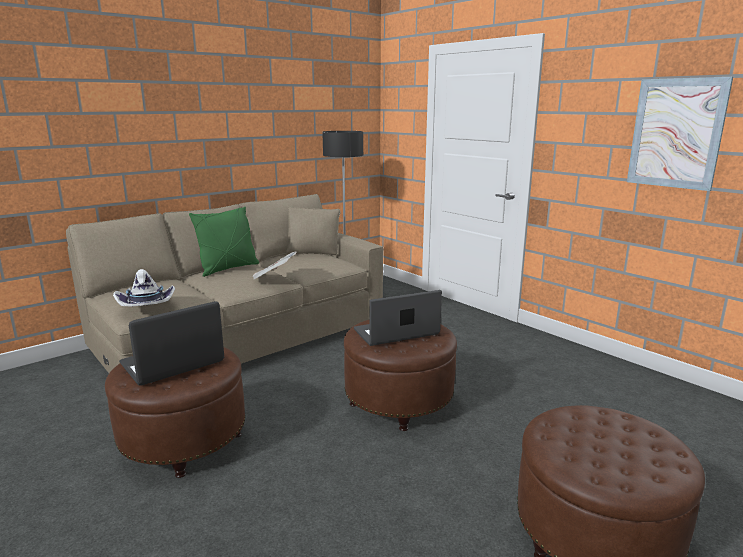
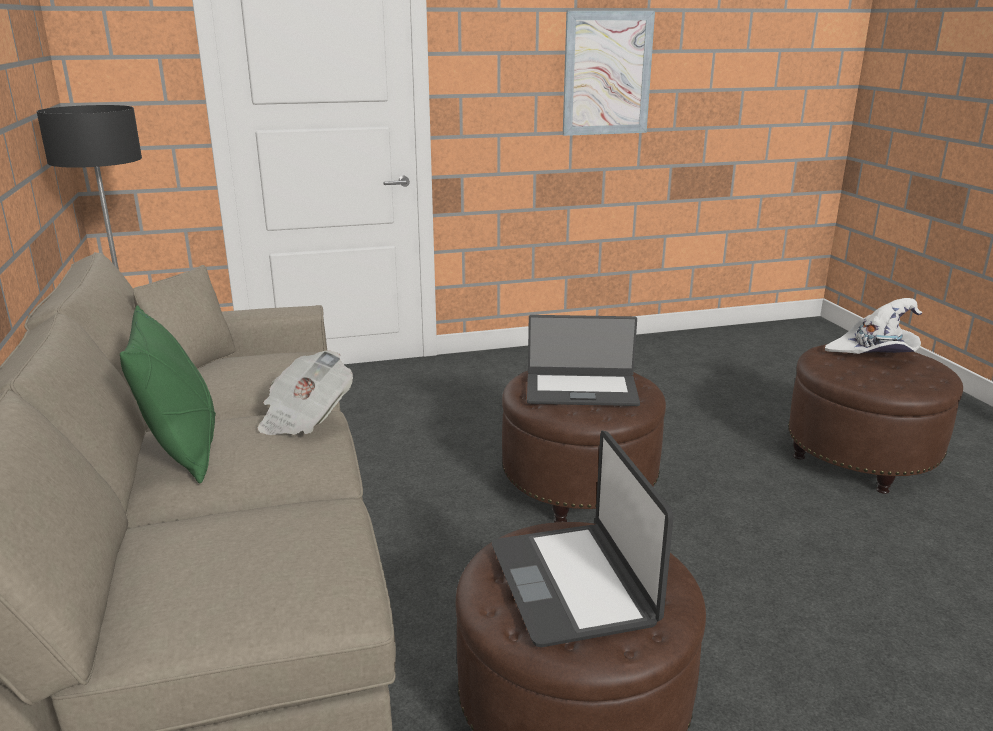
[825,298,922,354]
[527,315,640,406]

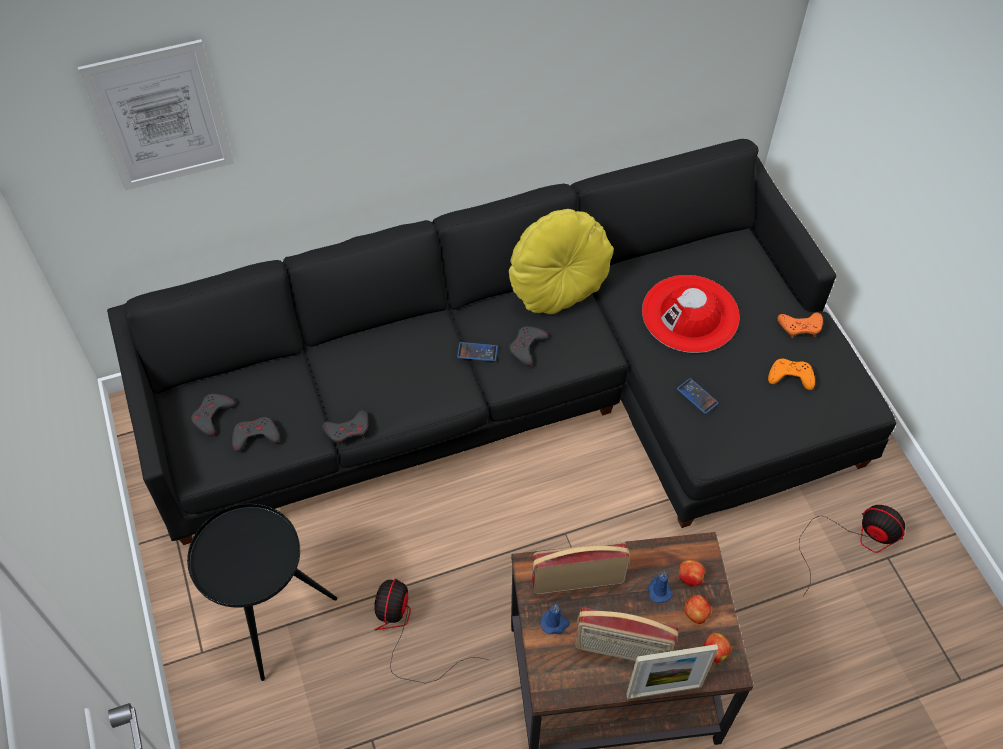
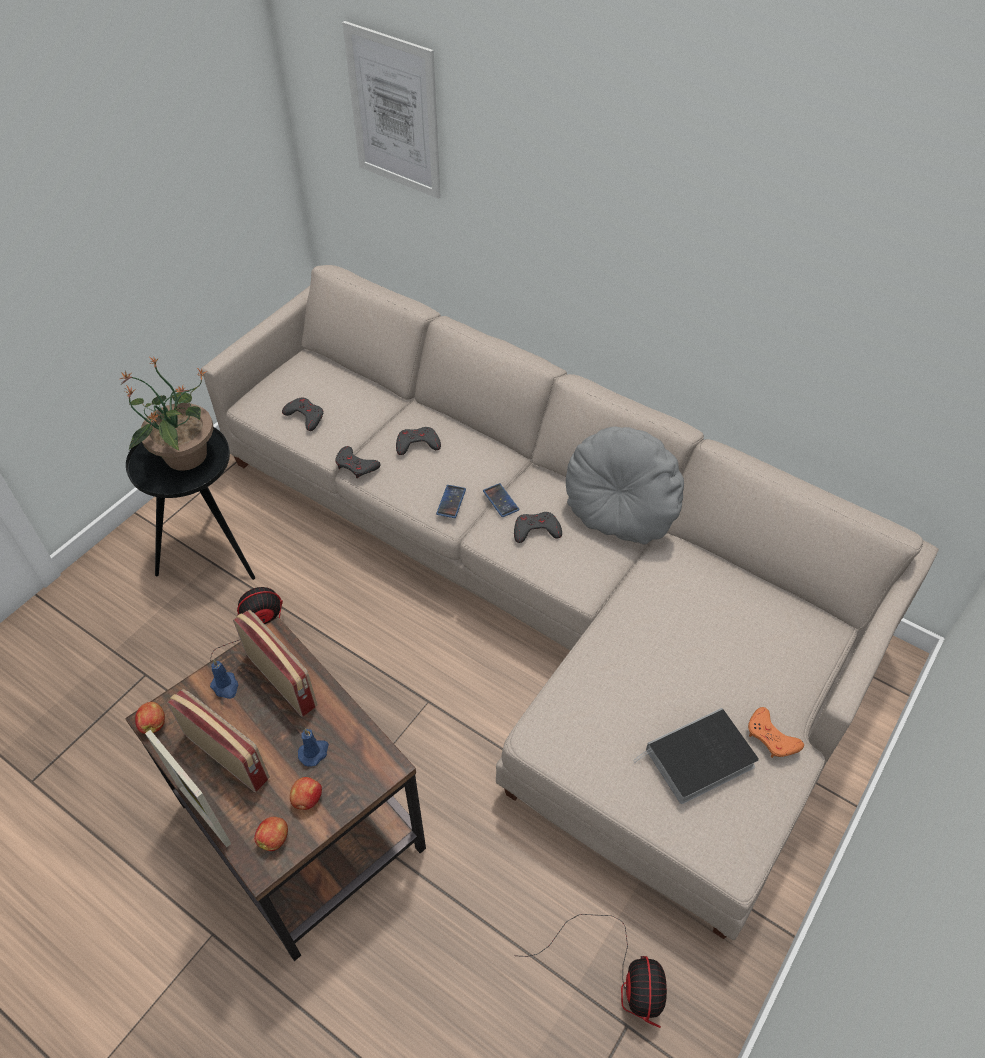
[642,275,740,353] (first image)
[121,356,213,471]
[396,427,441,455]
[436,485,466,518]
[135,702,165,734]
[633,708,759,804]
[202,265,939,940]
[566,427,684,545]
[167,689,270,792]

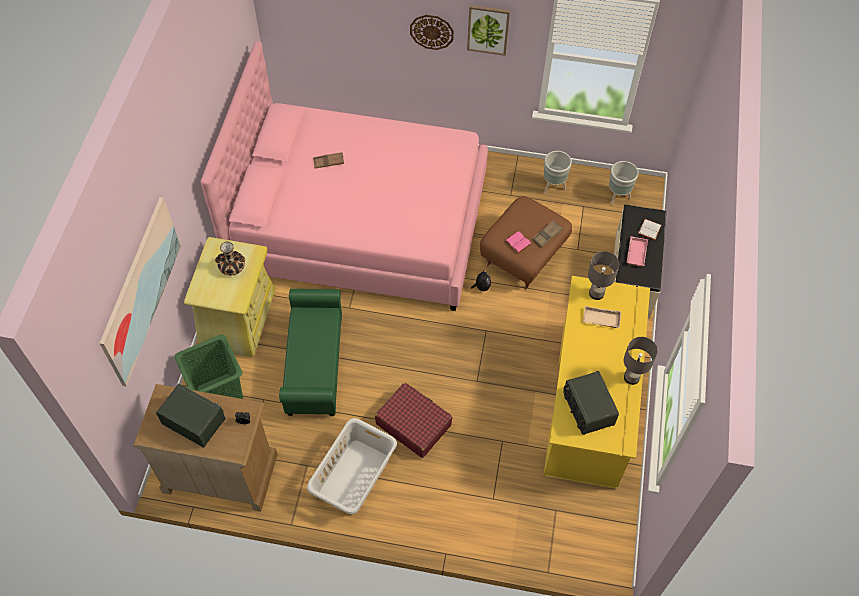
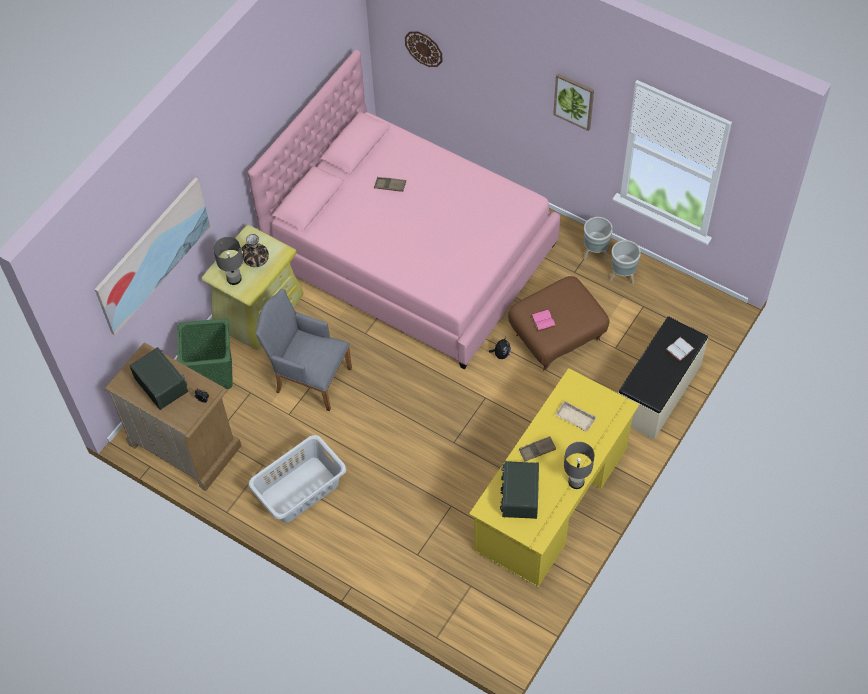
[375,383,453,458] (first image)
[626,236,648,267] (first image)
[405,31,442,67]
[519,436,556,462]
[213,237,243,285]
[584,217,613,259]
[256,289,352,412]

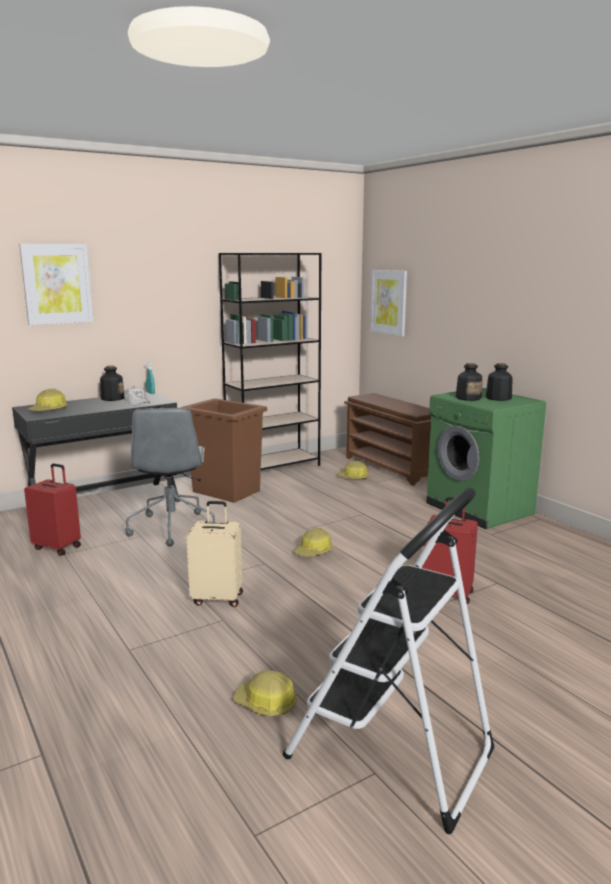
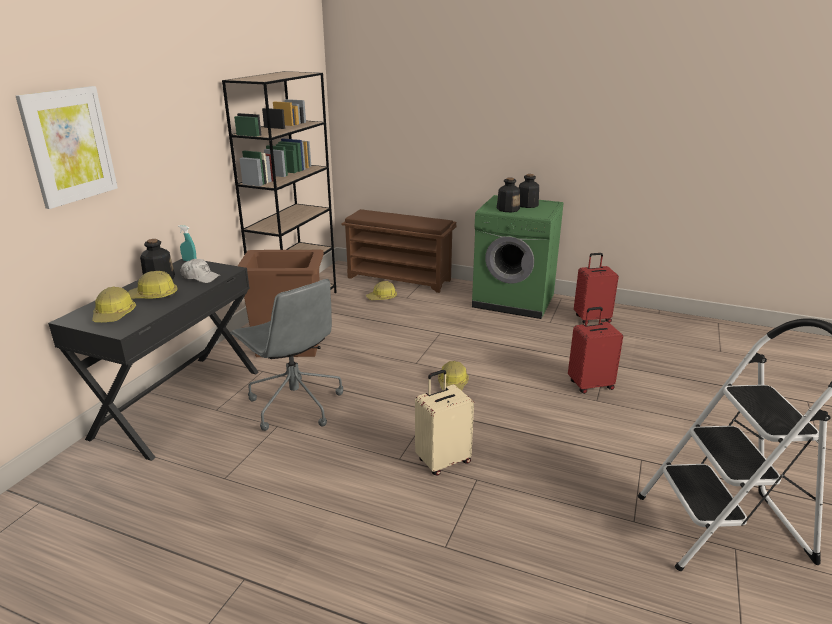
[370,270,407,336] (first image)
[574,253,619,324]
[128,271,178,299]

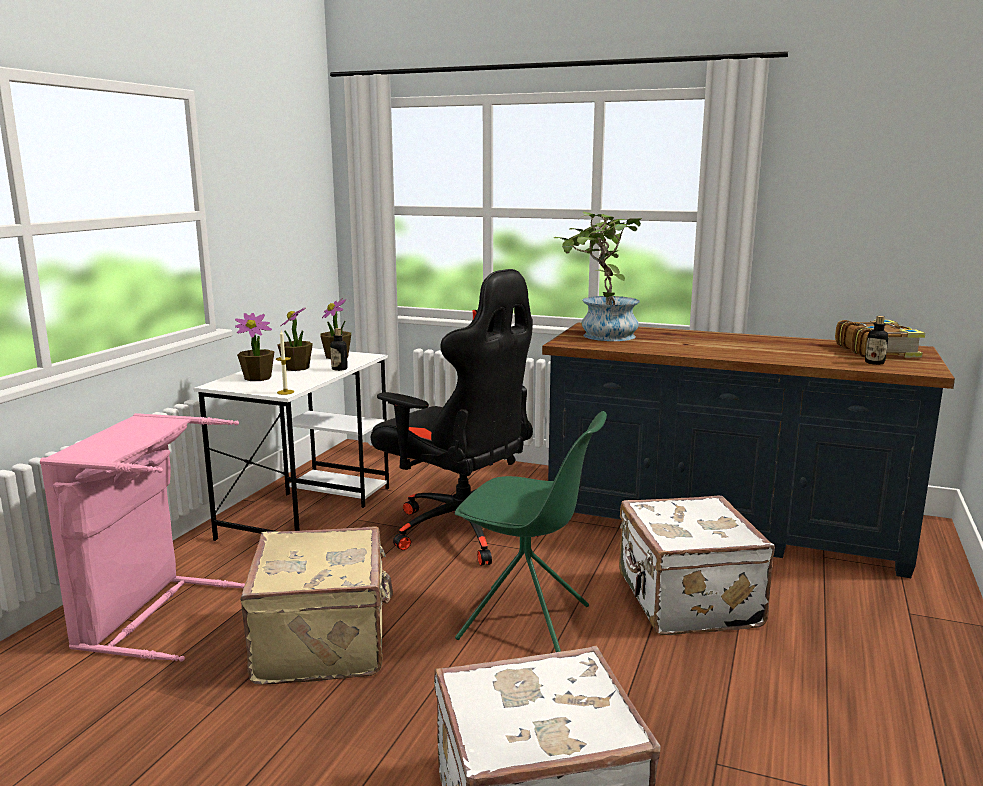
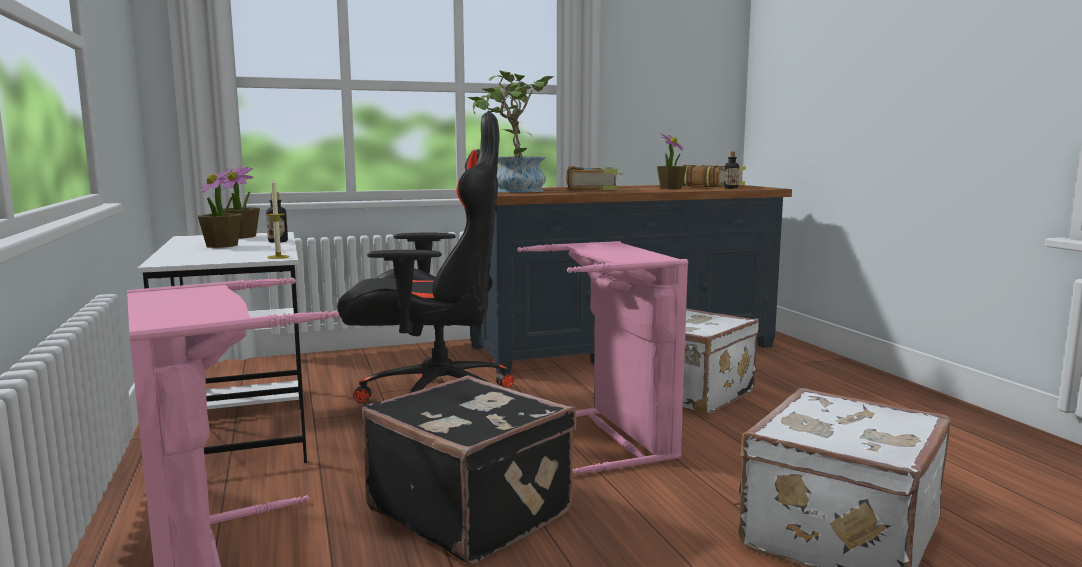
[567,166,626,191]
[657,134,687,189]
[517,241,688,474]
[362,375,576,564]

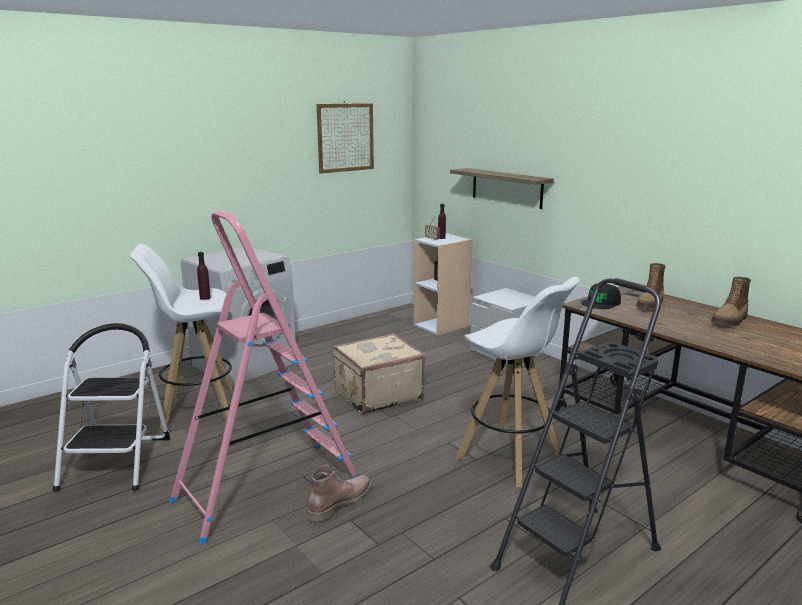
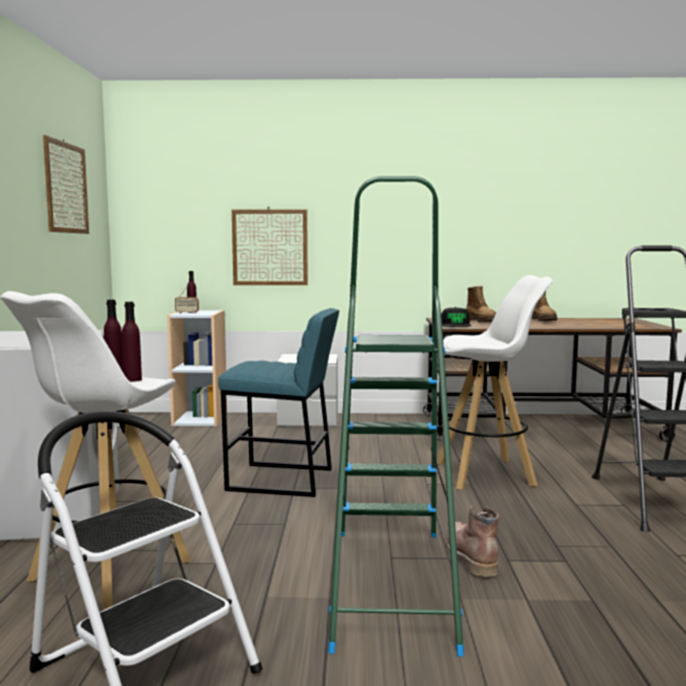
[122,302,142,382]
[218,308,339,497]
[232,207,308,285]
[328,176,464,657]

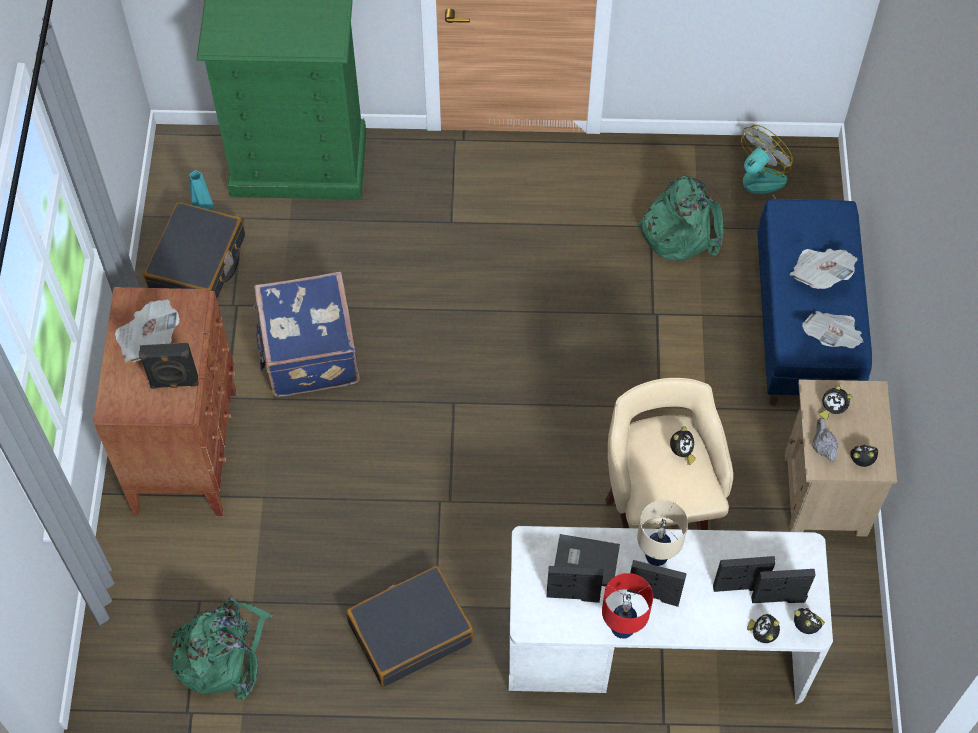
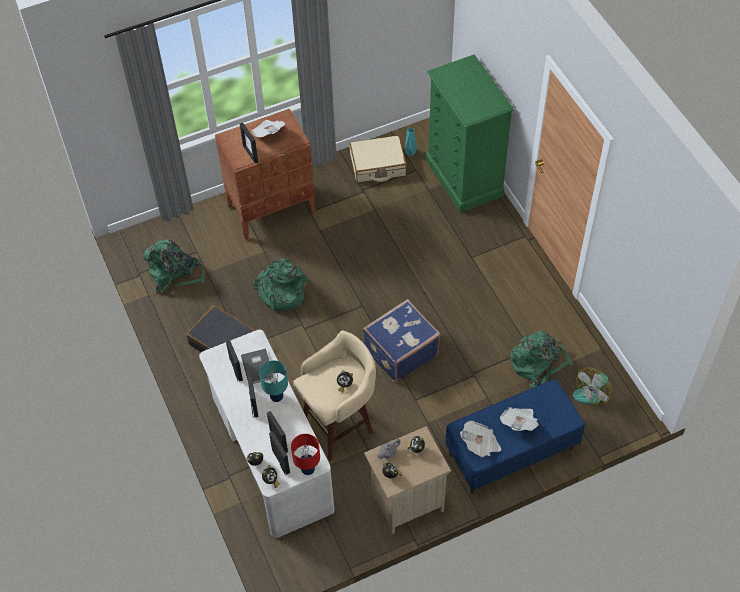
[253,259,309,310]
[363,299,441,383]
[291,434,320,475]
[240,123,258,163]
[349,135,407,183]
[259,360,288,402]
[573,368,612,404]

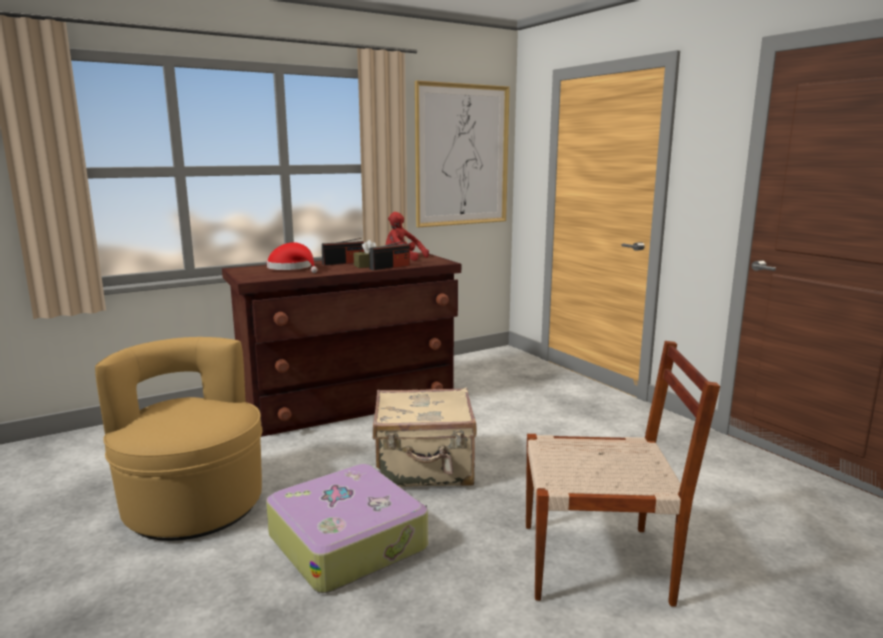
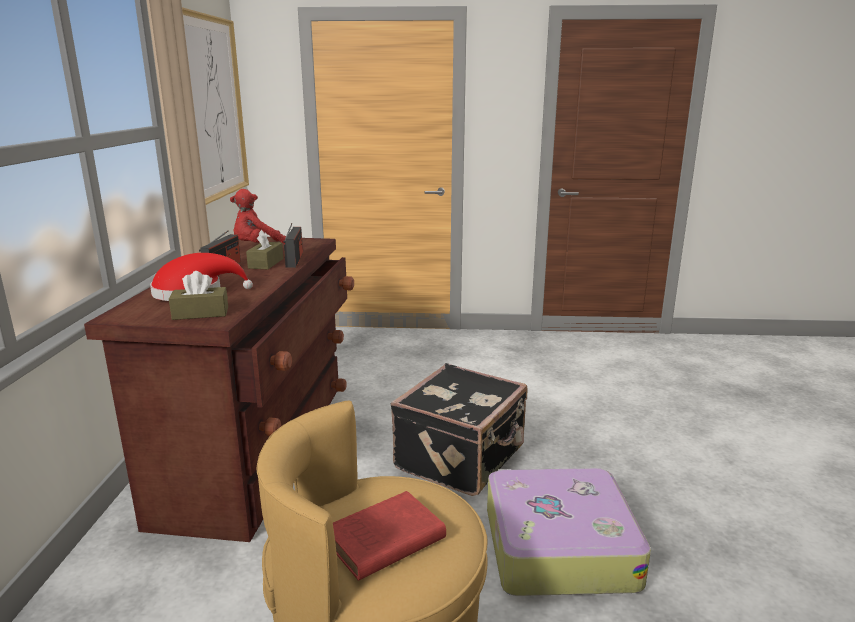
[526,341,720,607] (first image)
[169,271,228,320]
[333,491,446,581]
[391,363,528,496]

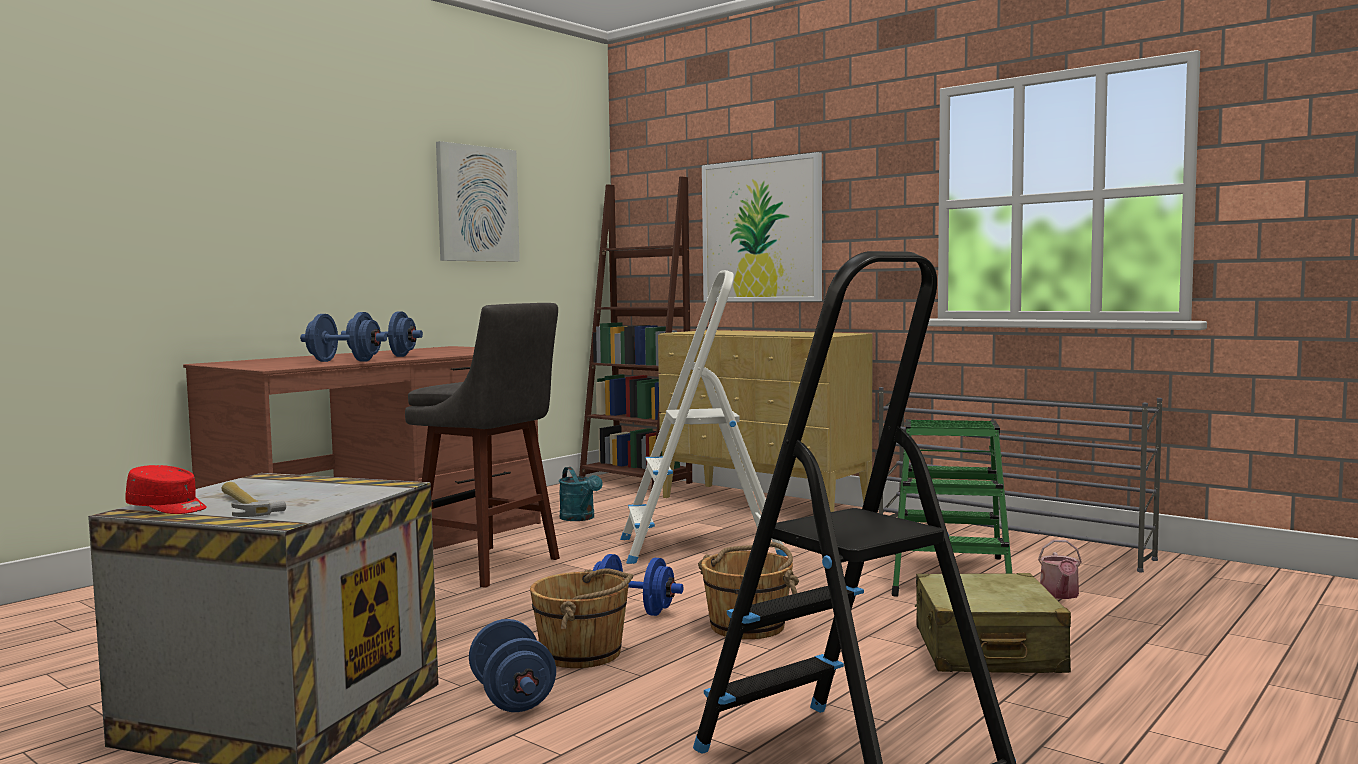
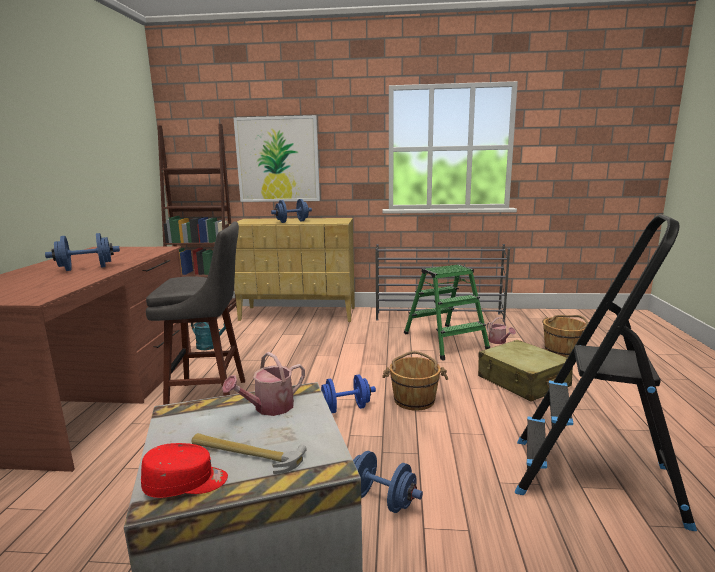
[436,141,520,262] (first image)
[620,270,787,564] (first image)
[222,352,305,416]
[271,199,312,223]
[542,315,588,357]

